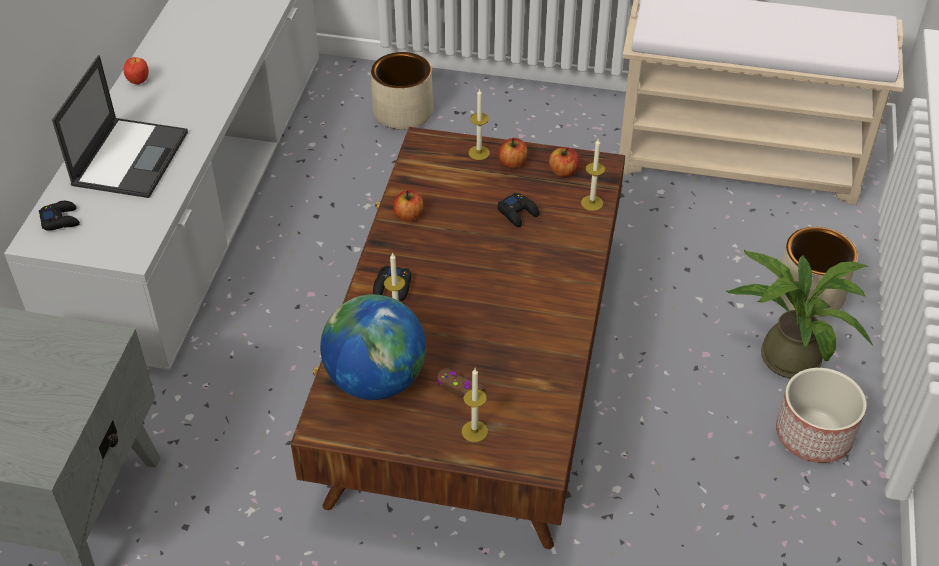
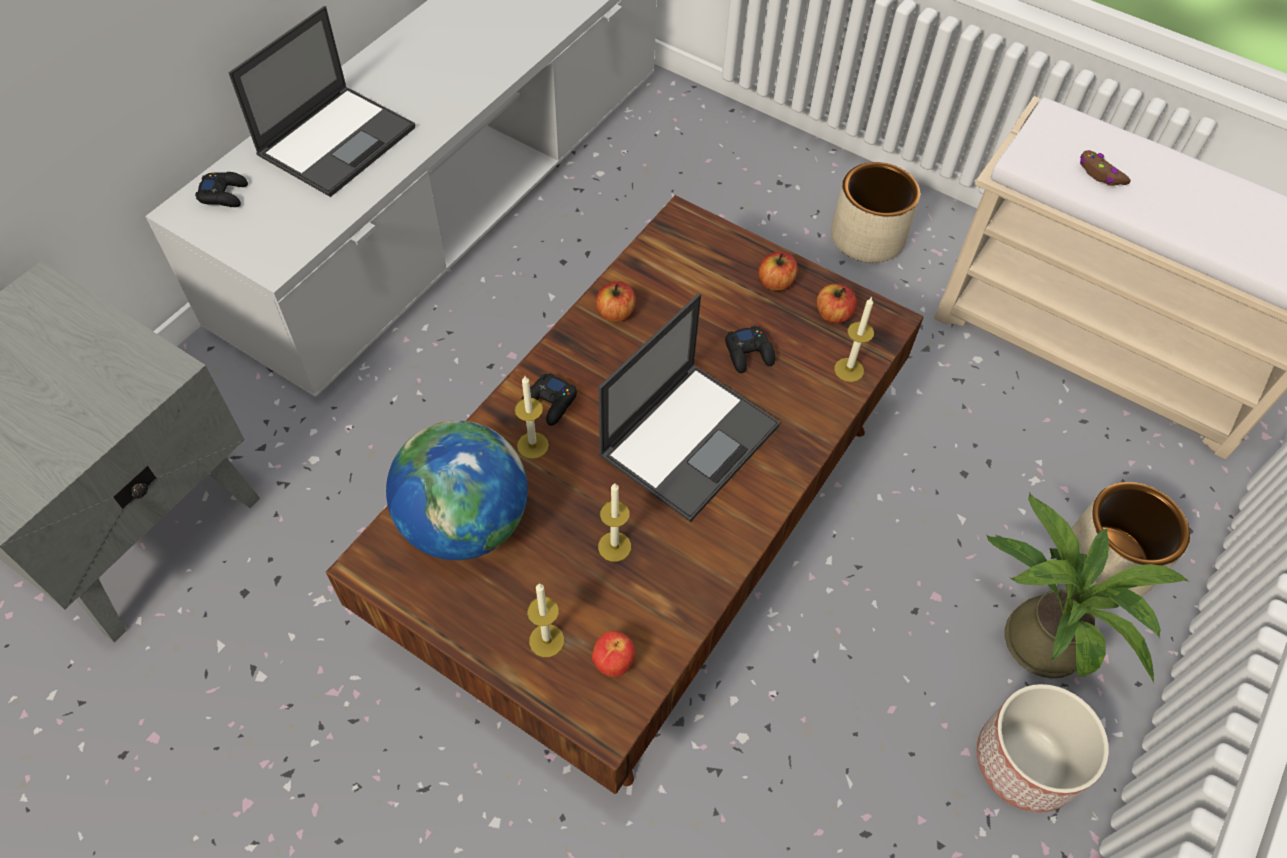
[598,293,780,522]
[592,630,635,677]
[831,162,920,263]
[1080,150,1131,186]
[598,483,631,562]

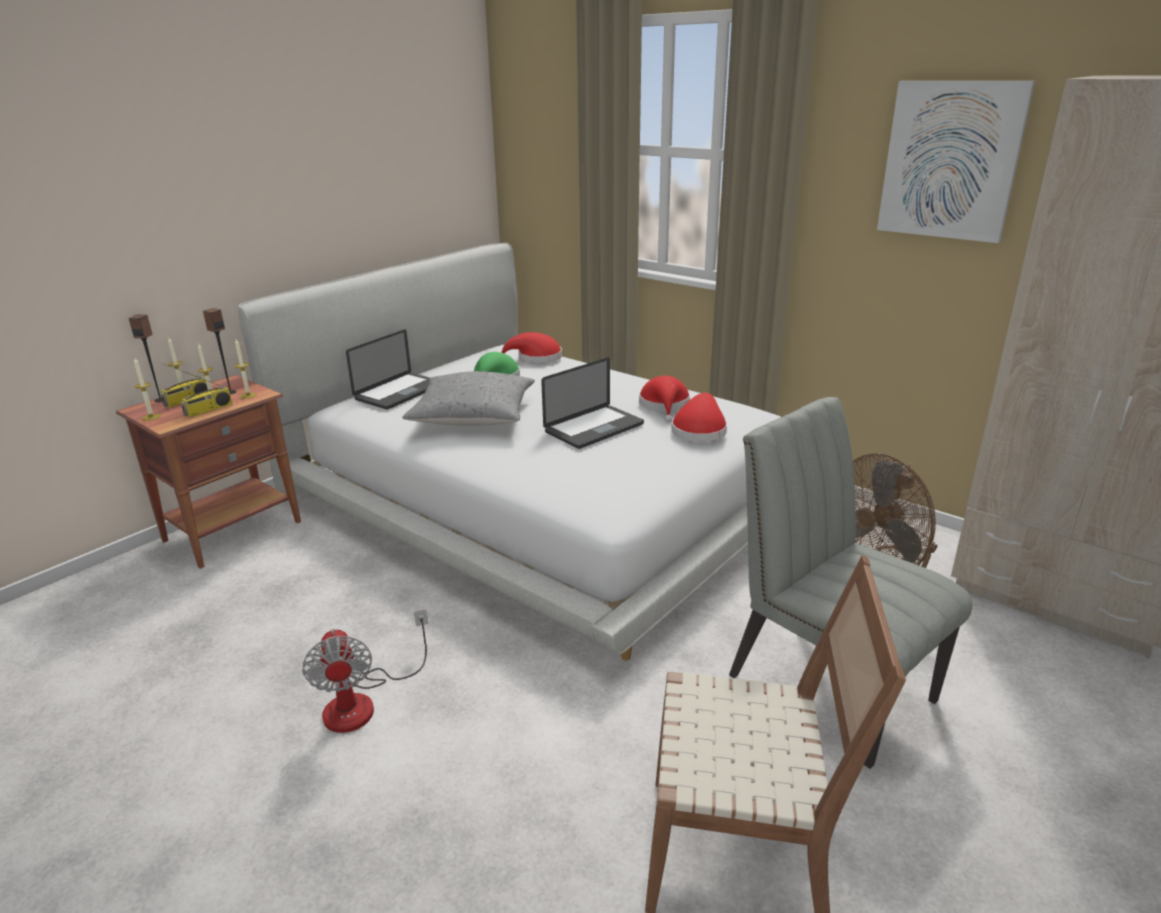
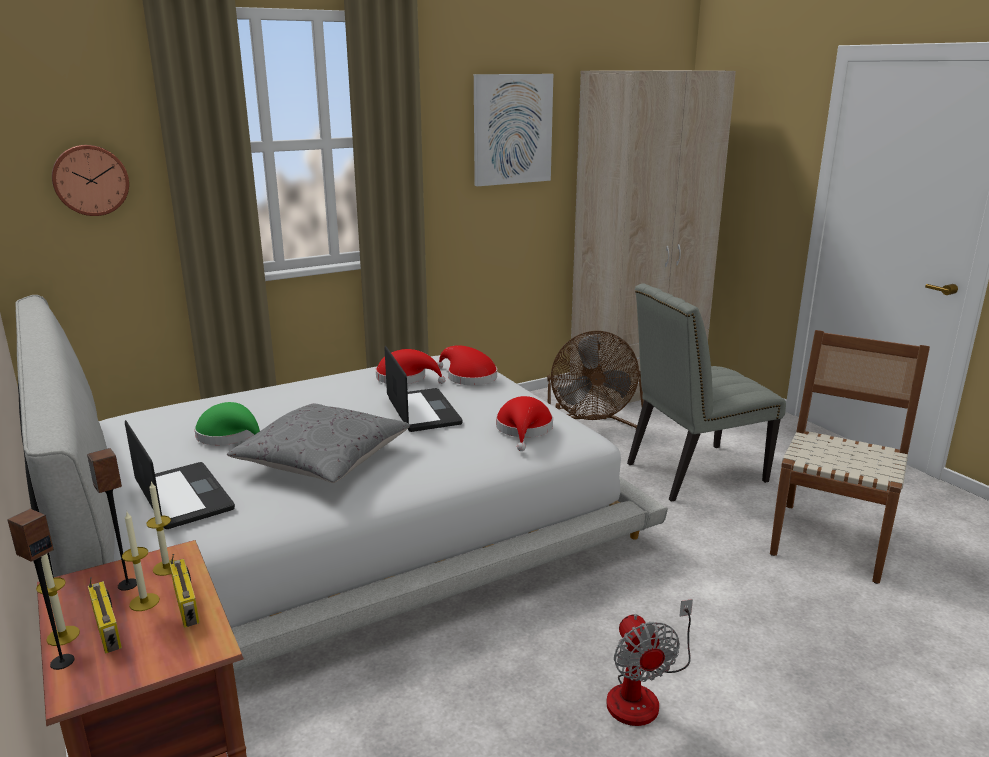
[134,358,161,421] (first image)
[52,145,129,216]
[496,396,553,451]
[606,599,693,726]

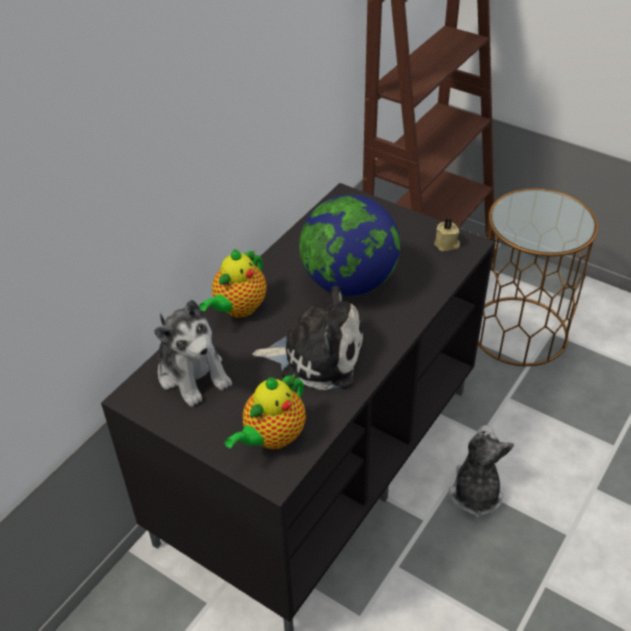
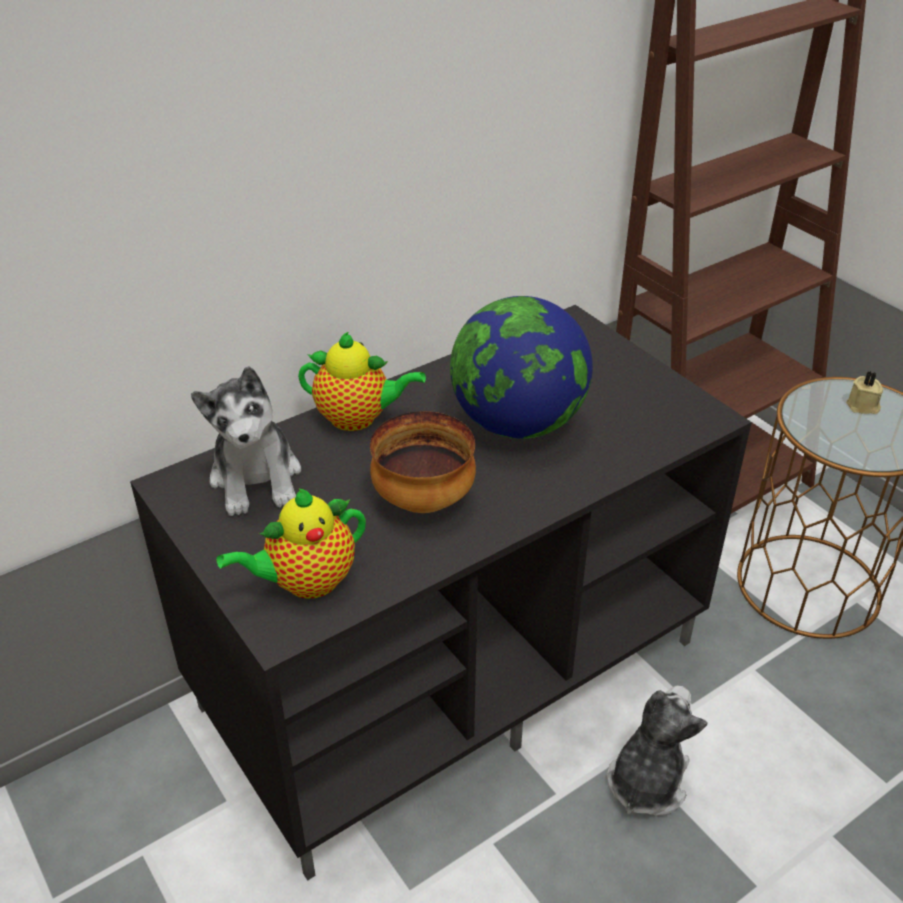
[846,371,883,414]
[370,411,476,513]
[298,331,426,431]

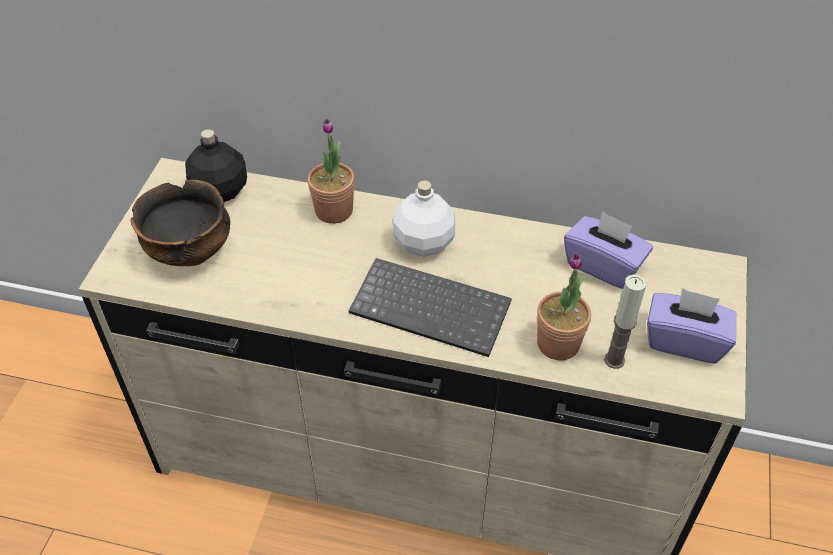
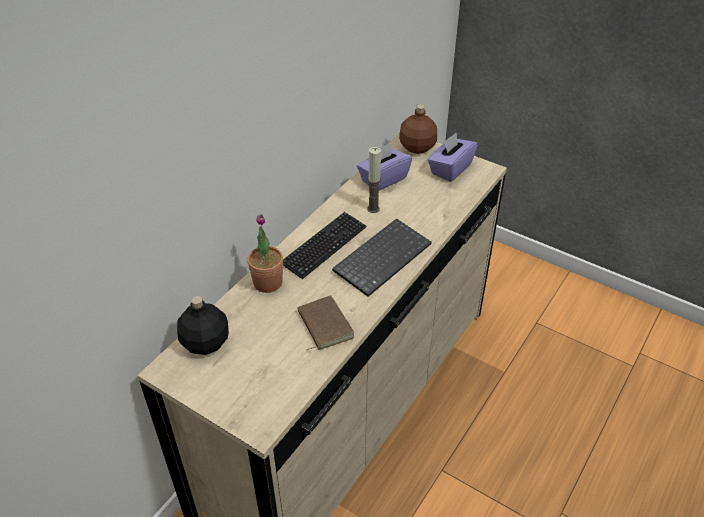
[130,180,230,266] (first image)
[537,253,591,360] (first image)
[297,295,355,351]
[399,104,437,154]
[367,147,381,213]
[283,212,366,279]

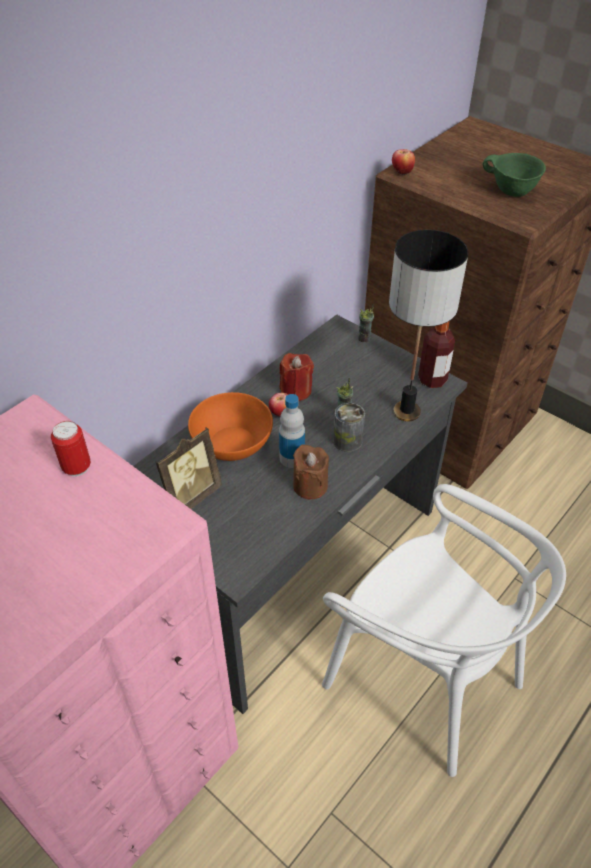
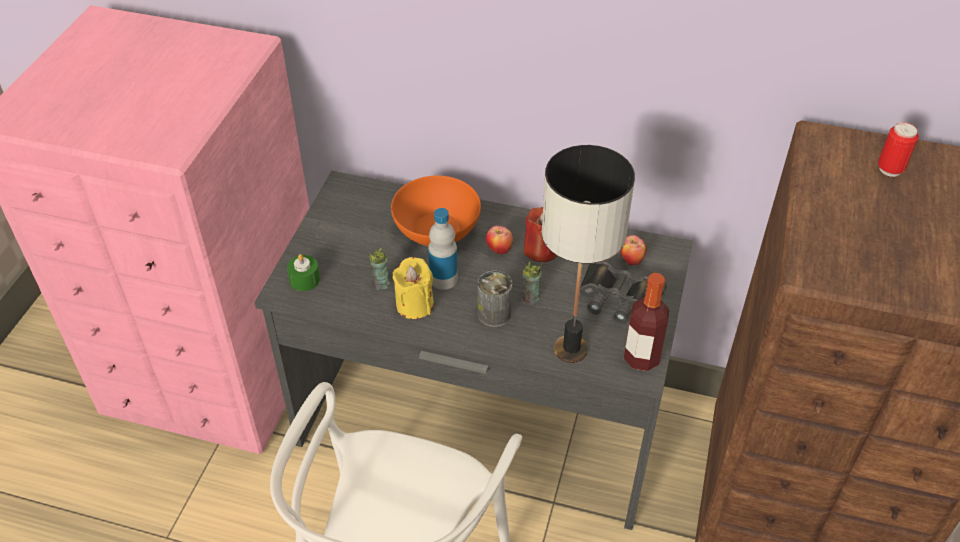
[156,427,222,509] (first image)
[483,153,546,197] (first image)
[287,254,320,291]
[580,260,667,324]
[878,122,919,177]
[369,248,390,290]
[620,235,647,265]
[393,257,434,319]

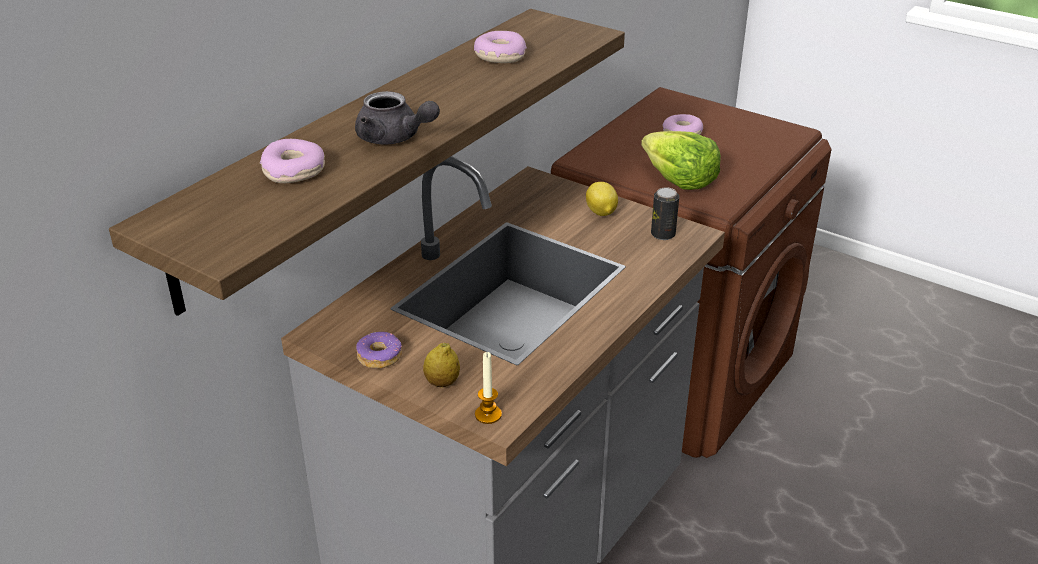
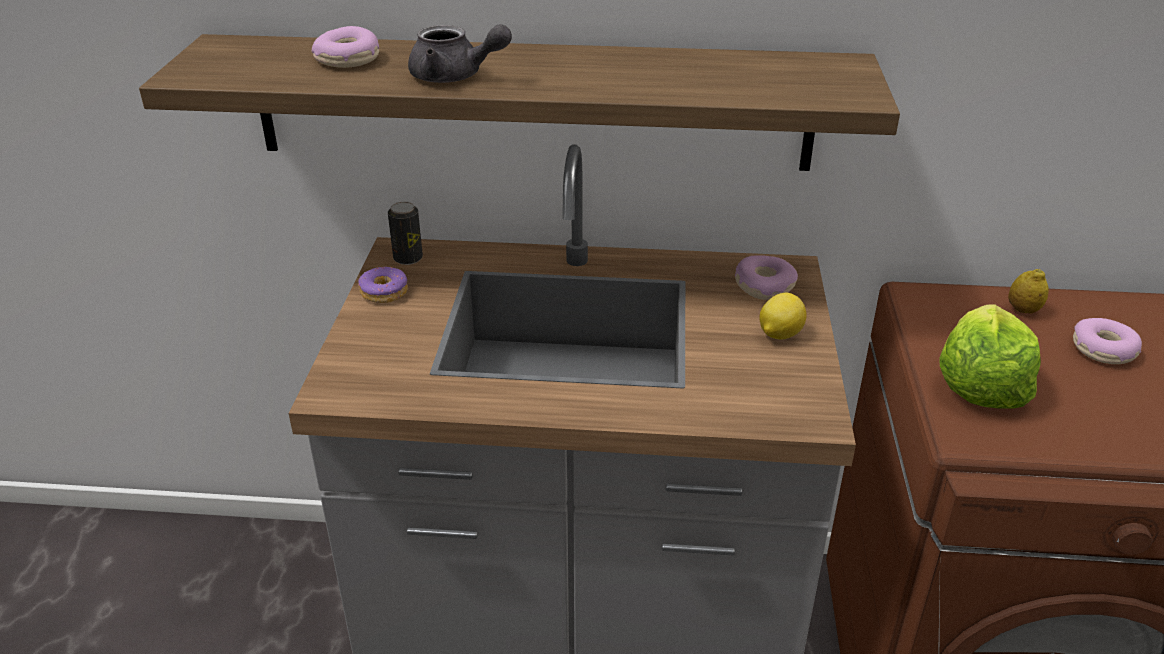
[475,352,502,424] (first image)
[1008,269,1049,313]
[735,255,798,300]
[388,202,423,265]
[408,24,512,83]

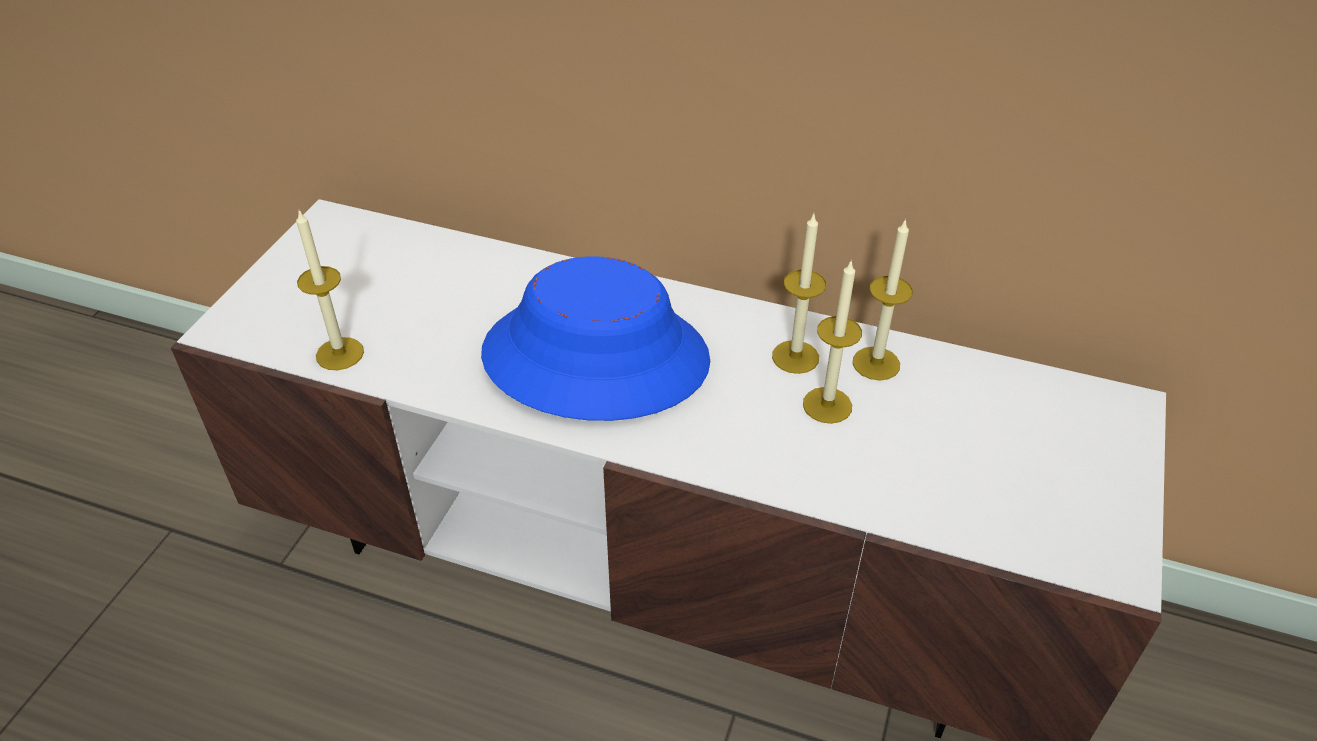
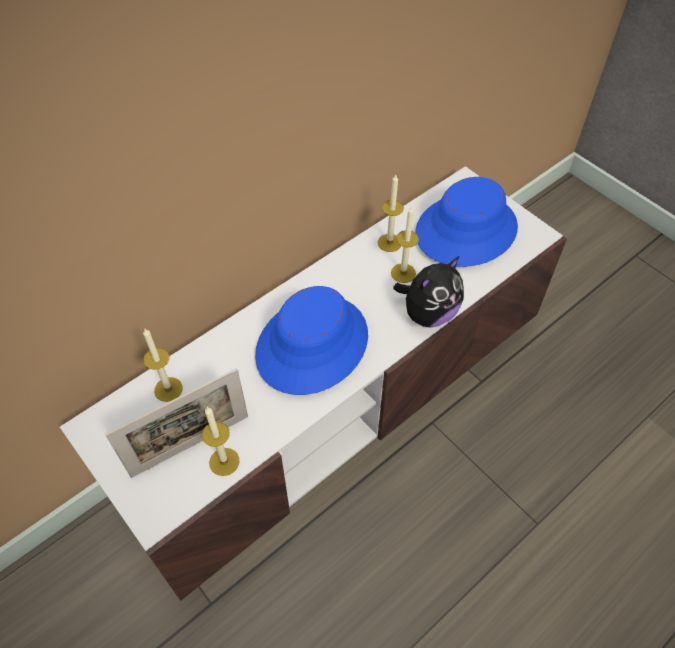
[105,368,248,478]
[393,256,464,327]
[415,177,518,267]
[143,329,183,402]

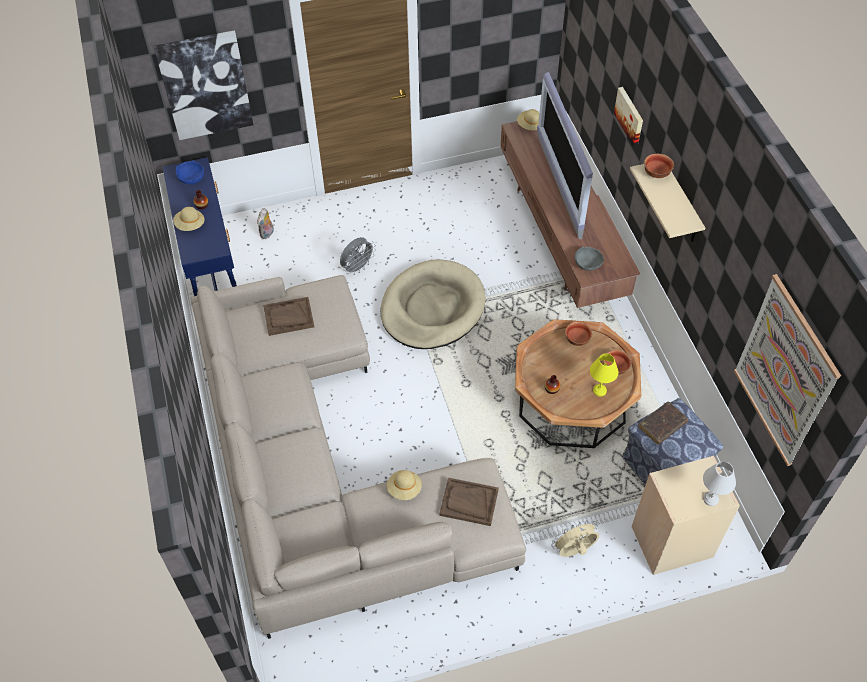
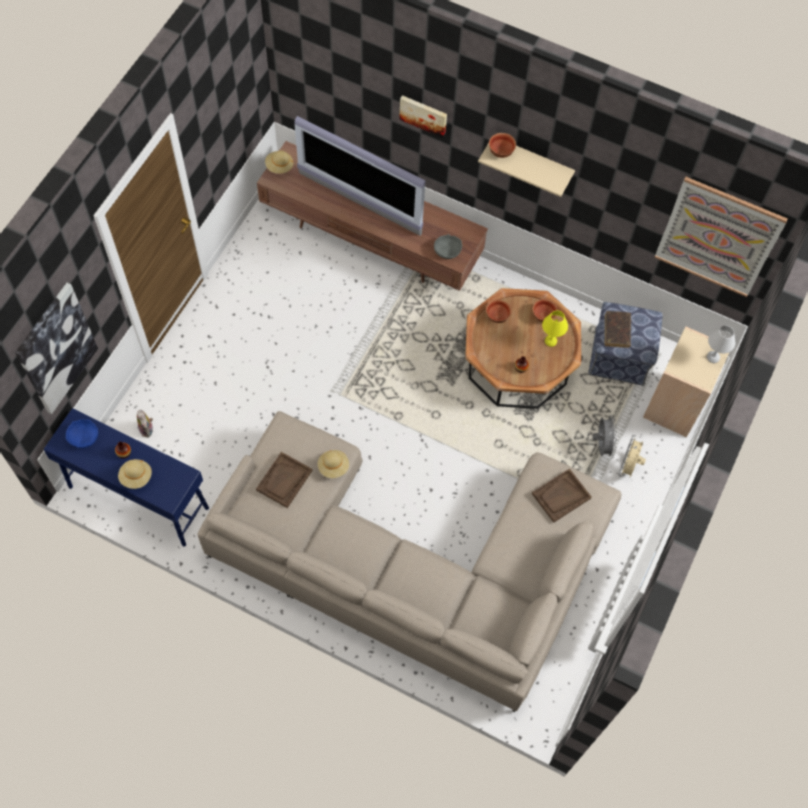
[380,259,486,349] (first image)
[593,415,617,459]
[318,450,349,478]

